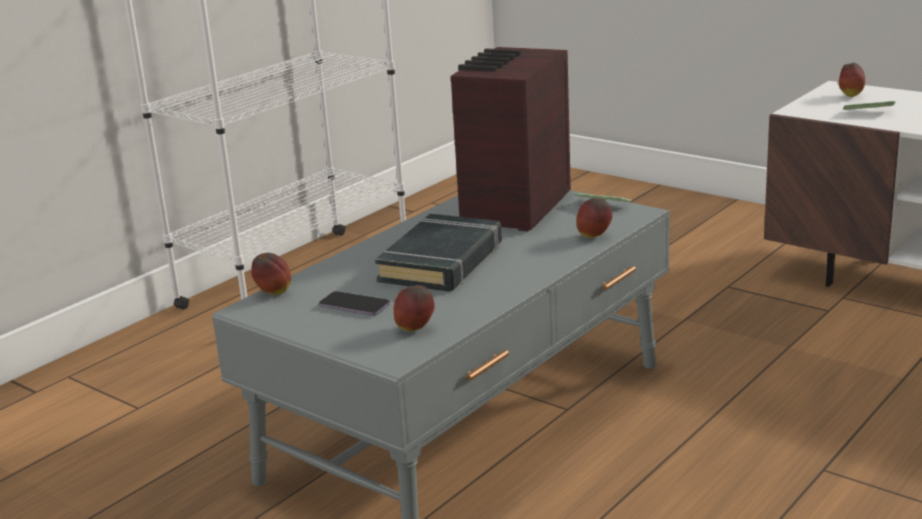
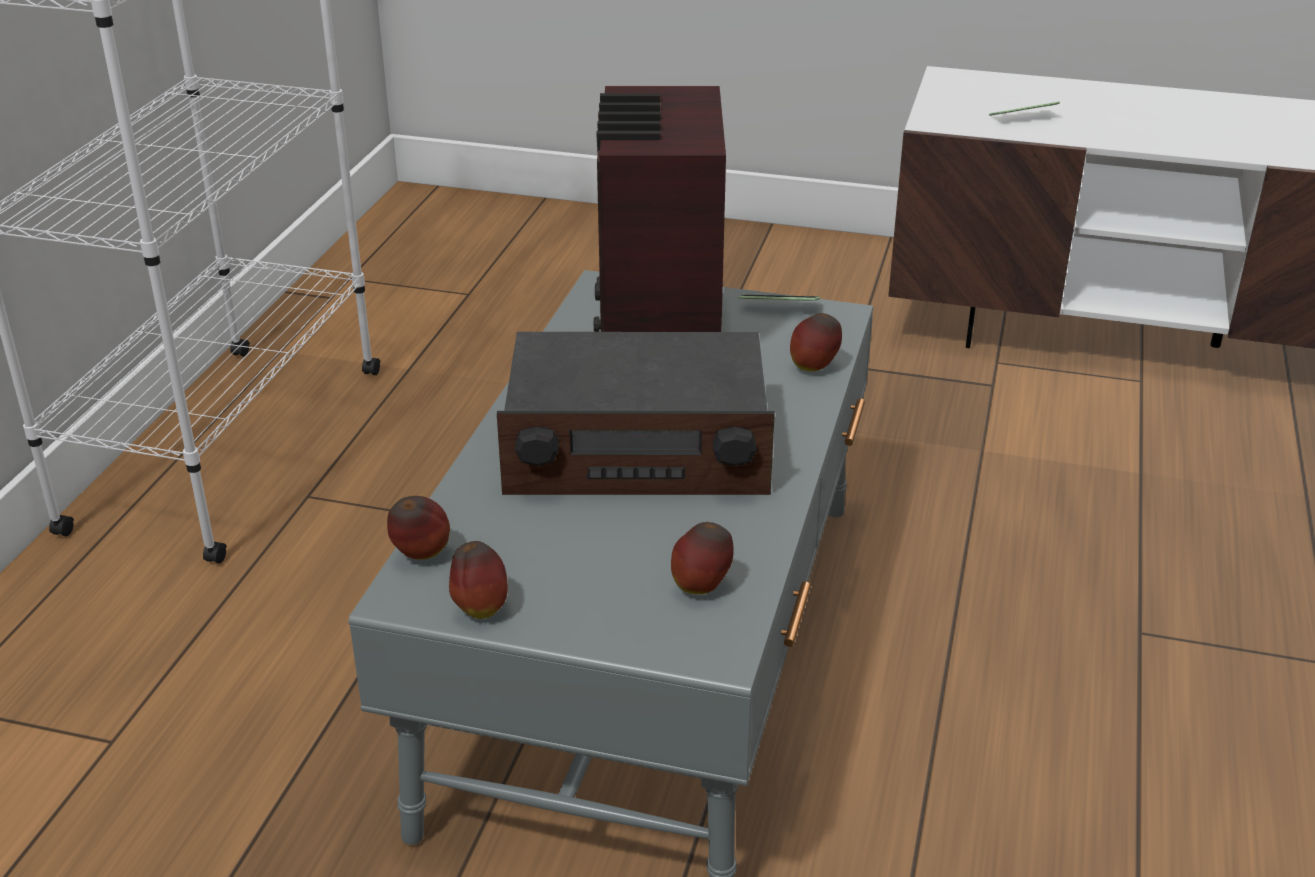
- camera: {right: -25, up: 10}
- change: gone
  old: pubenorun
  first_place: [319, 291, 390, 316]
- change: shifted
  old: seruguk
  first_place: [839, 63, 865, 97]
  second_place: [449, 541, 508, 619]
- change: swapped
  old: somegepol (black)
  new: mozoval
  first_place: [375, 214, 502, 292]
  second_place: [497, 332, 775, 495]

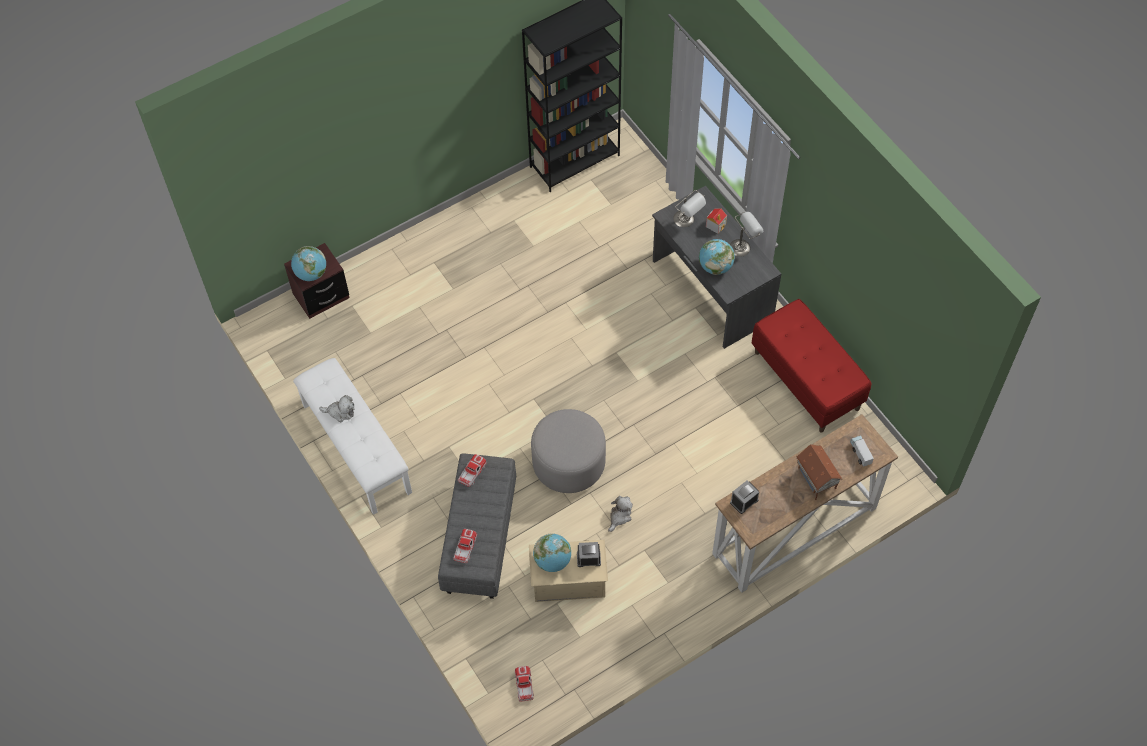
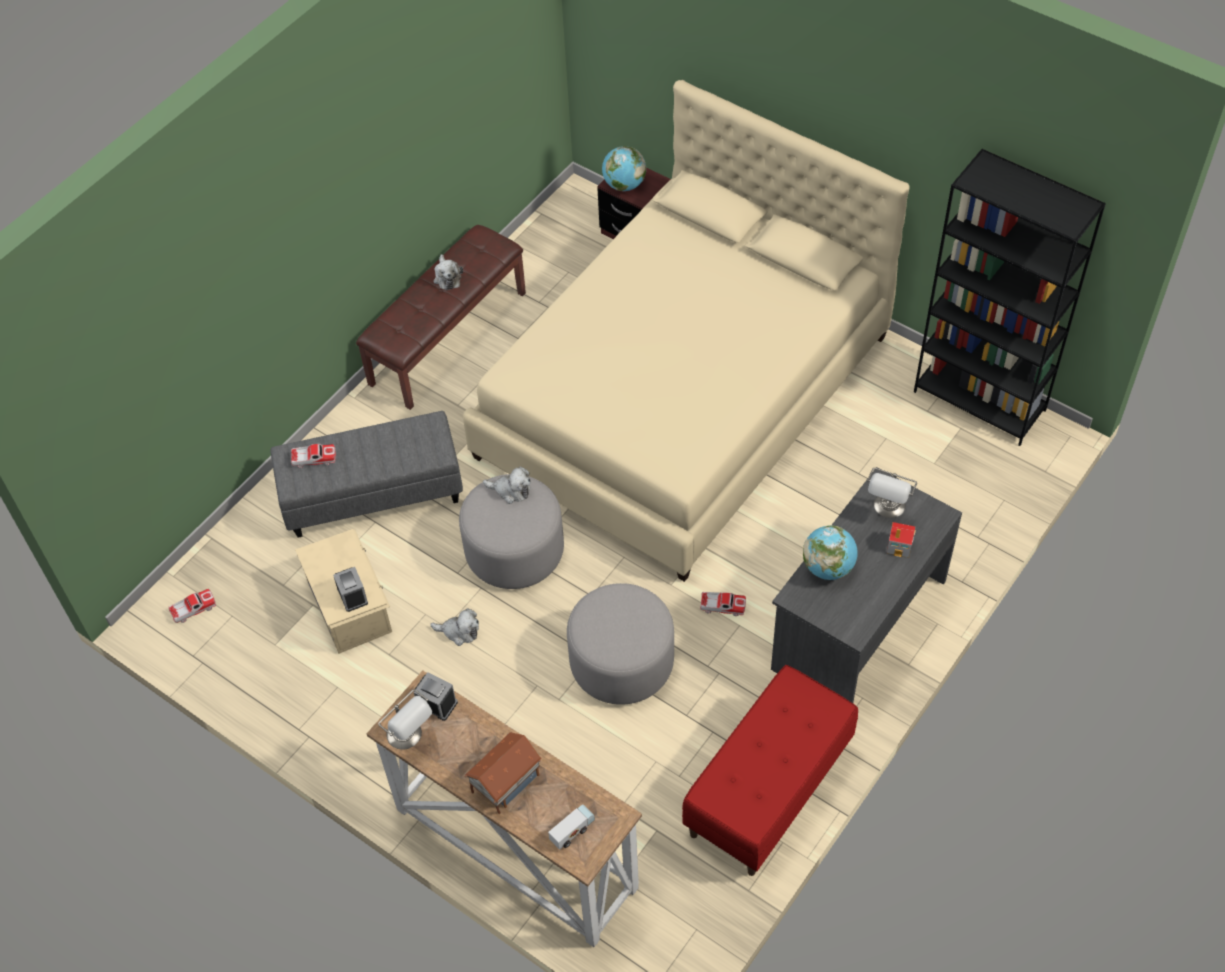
- camera: {right: 70, up: -5}
- change: gone
  old: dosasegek
  first_place: [533, 534, 571, 572]
- change: new
  new: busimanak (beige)
  second_place: [463, 80, 910, 582]
- change: new
  new: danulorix
  second_place: [483, 466, 531, 504]
- change: new
  new: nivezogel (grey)
  second_place: [567, 583, 674, 705]
- change: shifted
  old: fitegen
  first_place: [458, 454, 487, 487]
  second_place: [700, 592, 746, 616]
- change: shifted
  old: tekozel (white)
  first_place: [730, 212, 763, 257]
  second_place: [378, 689, 432, 750]
- change: repainted
  old: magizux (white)
  new: magizux (brown)
  first_place: [293, 358, 412, 515]
  second_place: [356, 225, 526, 410]

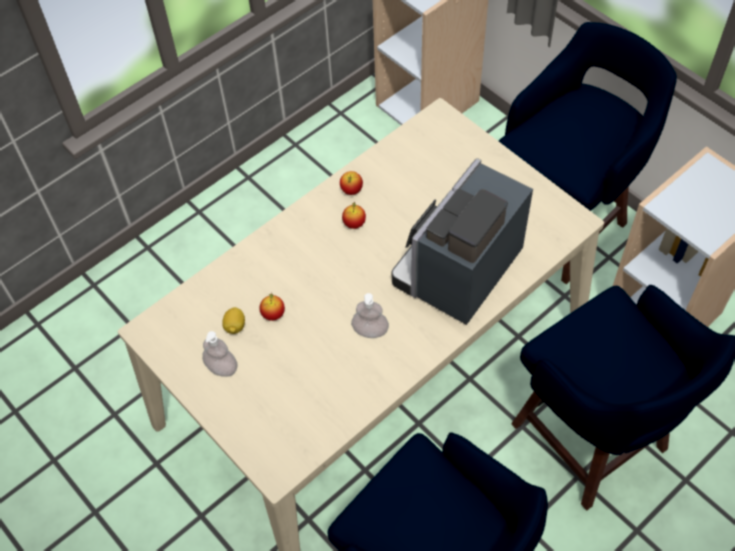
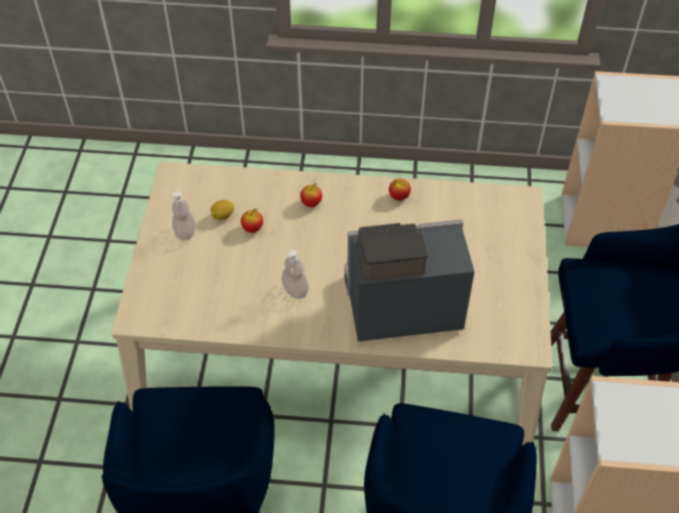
- camera: {right: 45, up: -5}
- change: shifted
  old: seruguk
  first_place: [342, 202, 366, 229]
  second_place: [300, 183, 322, 207]

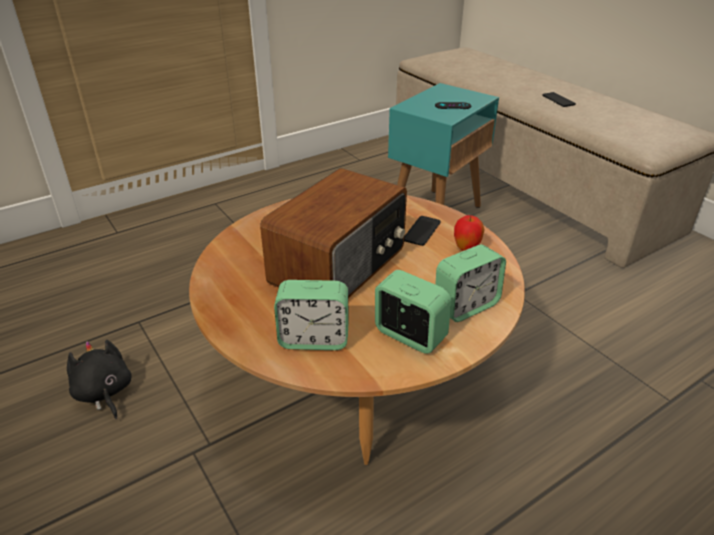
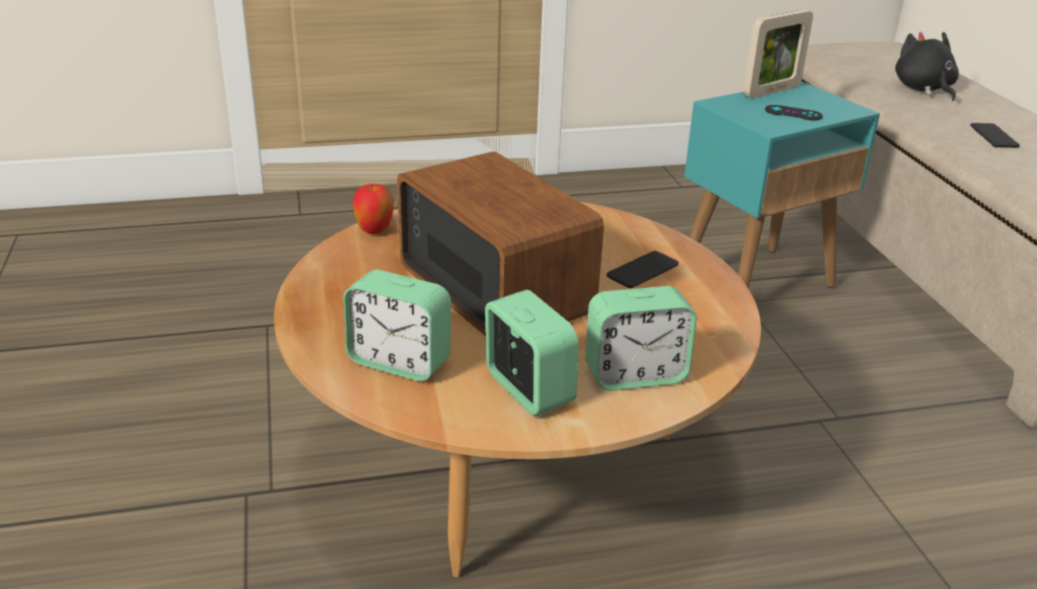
- camera: {right: 20, up: -5}
- change: new
  new: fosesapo
  second_place: [743, 9, 813, 99]
- change: shifted
  old: danulorix (black)
  first_place: [67, 340, 132, 419]
  second_place: [895, 32, 959, 101]
- change: shifted
  old: seruguk
  first_place: [454, 215, 485, 251]
  second_place: [353, 183, 393, 234]
- change: rotated
  old: mozoval
  first_place: [260, 168, 407, 298]
  second_place: [397, 152, 604, 336]
  degrees: -90

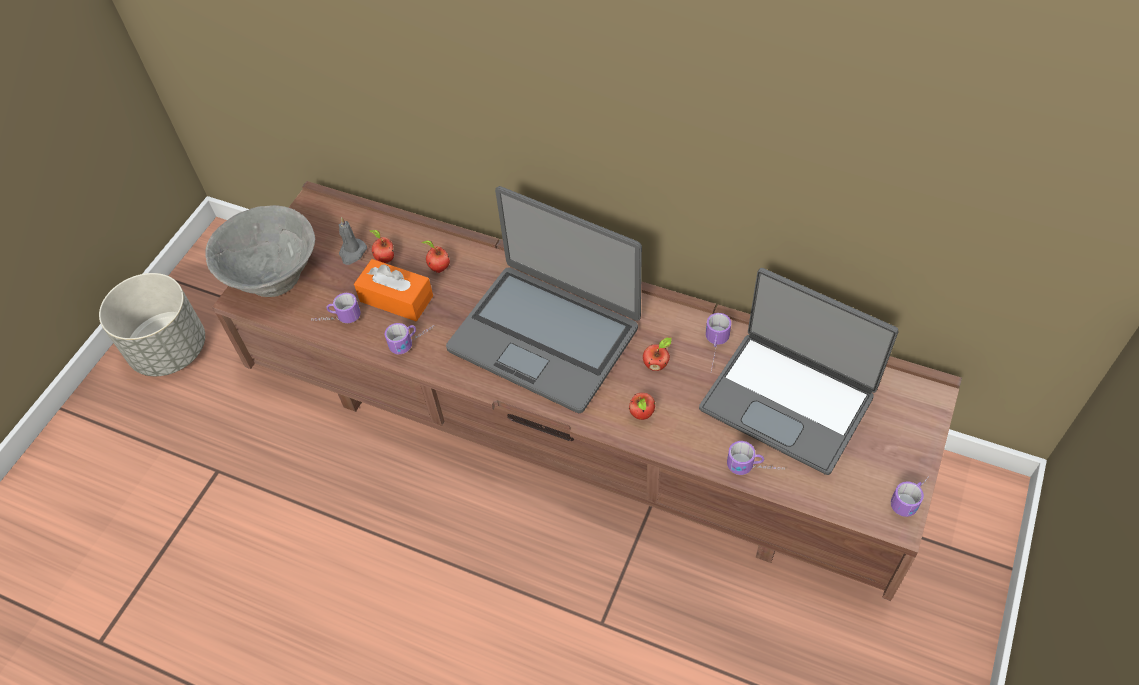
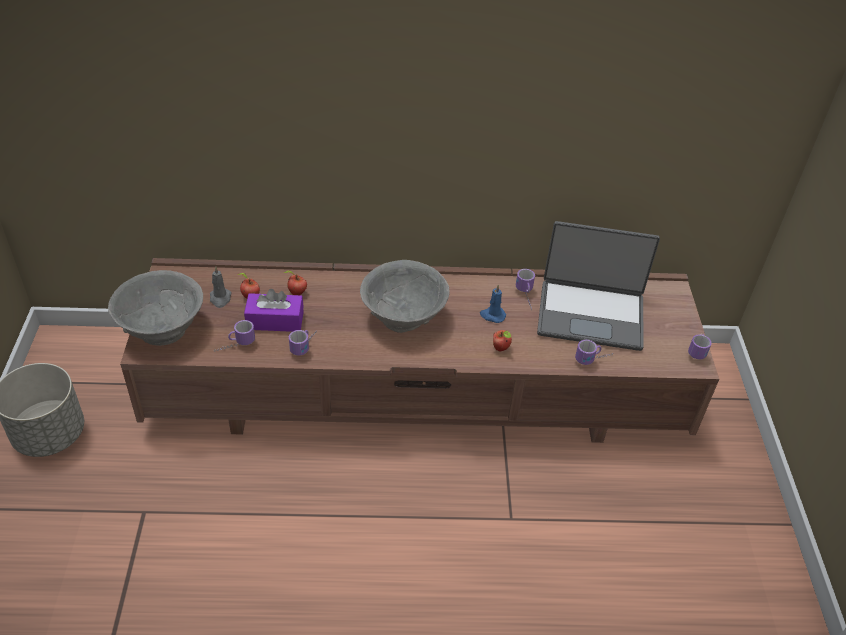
- camera: {right: -30, up: -10}
- change: swapped
  old: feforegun
  new: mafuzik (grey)
  first_place: [446, 186, 642, 413]
  second_place: [360, 260, 450, 333]
- change: swapped
  old: seruguk
  new: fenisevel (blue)
  first_place: [643, 337, 671, 371]
  second_place: [480, 285, 506, 323]
- change: repainted
  old: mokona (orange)
  new: mokona (purple)
  first_place: [354, 259, 433, 321]
  second_place: [244, 289, 304, 332]

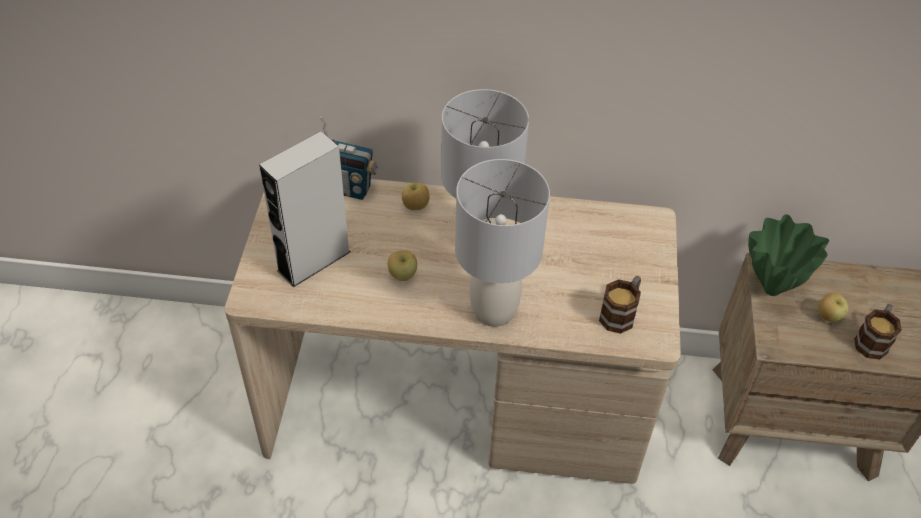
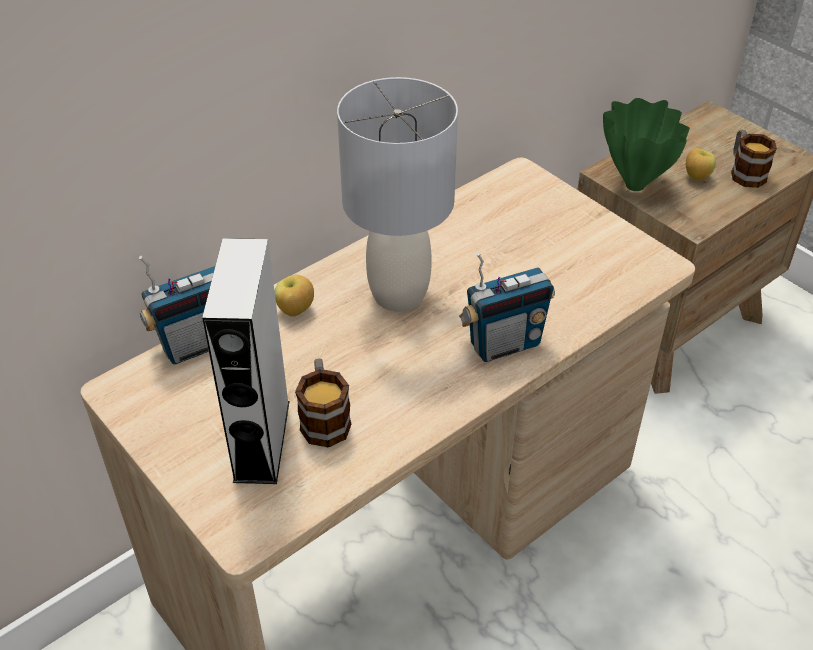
- camera: {right: -45, up: -5}
- change: gone
  old: seruguk
  first_place: [388, 251, 417, 281]
- change: shifted
  old: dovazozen
  first_place: [599, 276, 641, 334]
  second_place: [295, 358, 351, 447]
- change: swapped
  old: tekozel (grey)
  new: mozoval
  first_place: [455, 159, 550, 327]
  second_place: [459, 252, 555, 362]

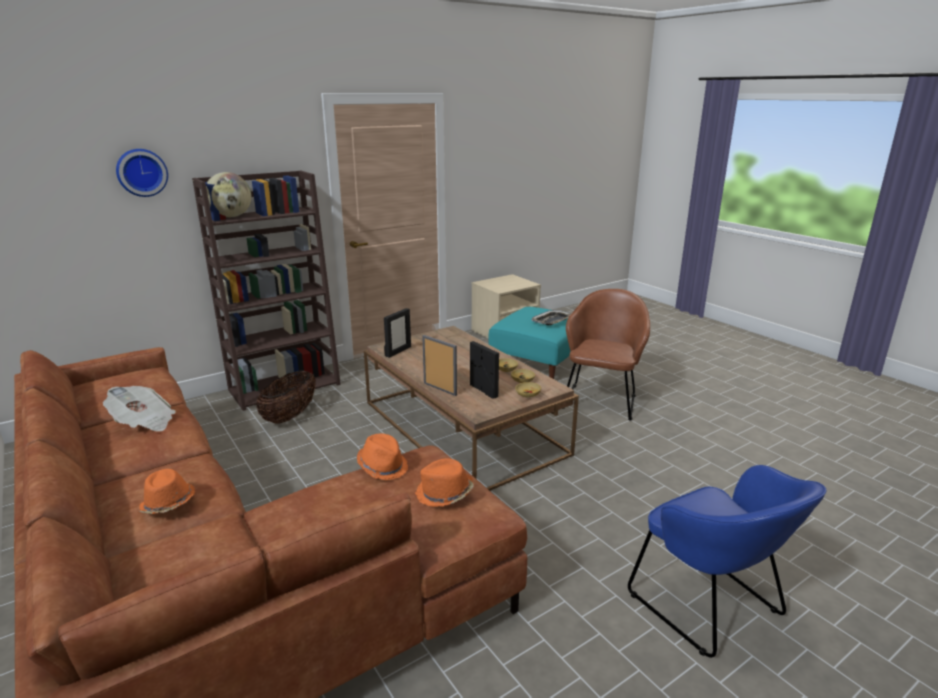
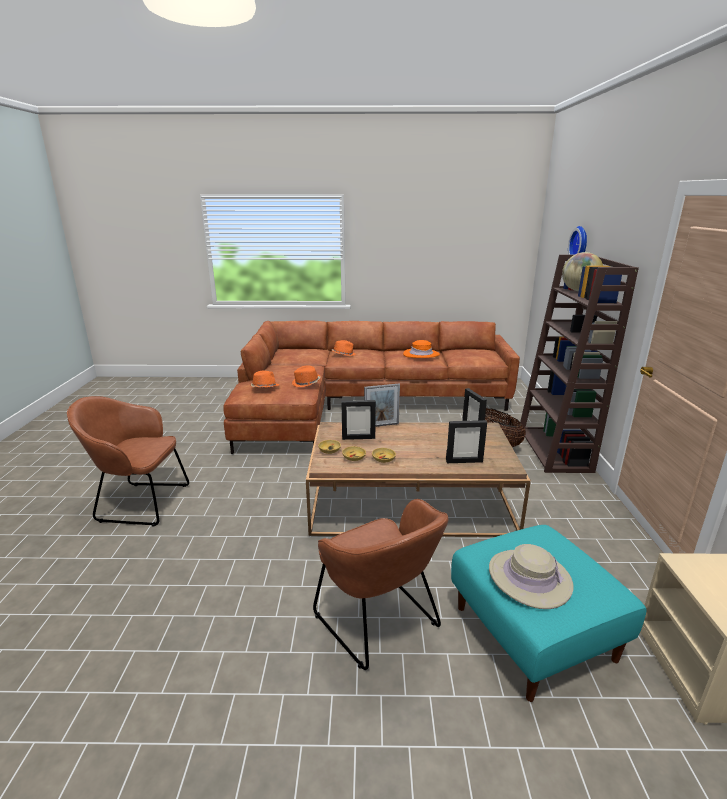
- camera: {right: 125, up: 0}
- change: new
  new: fosesapo
  second_place: [446, 420, 487, 463]
- change: swapped
  old: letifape
  new: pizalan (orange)
  first_place: [103, 386, 176, 432]
  second_place: [403, 340, 440, 358]
- change: swapped
  old: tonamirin
  new: pizalan (beige)
  first_place: [531, 310, 571, 325]
  second_place: [489, 544, 574, 609]
- change: repainted
  old: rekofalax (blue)
  new: rekofalax (brown)
  first_place: [628, 465, 827, 658]
  second_place: [67, 396, 189, 527]

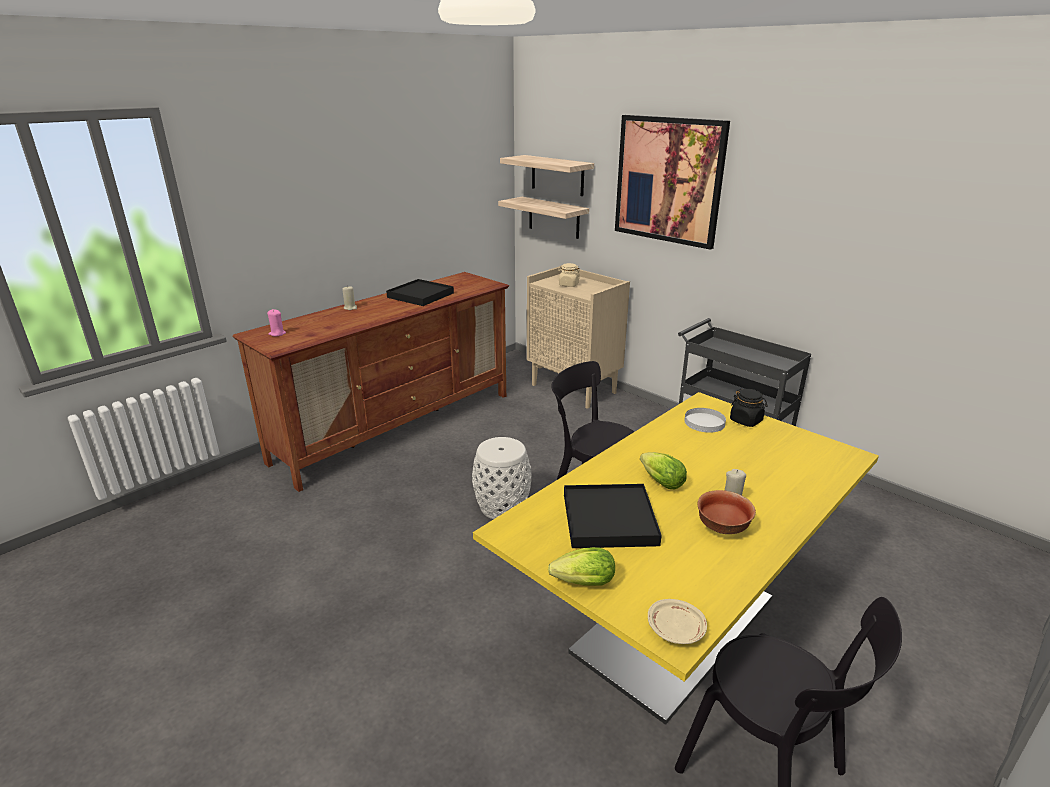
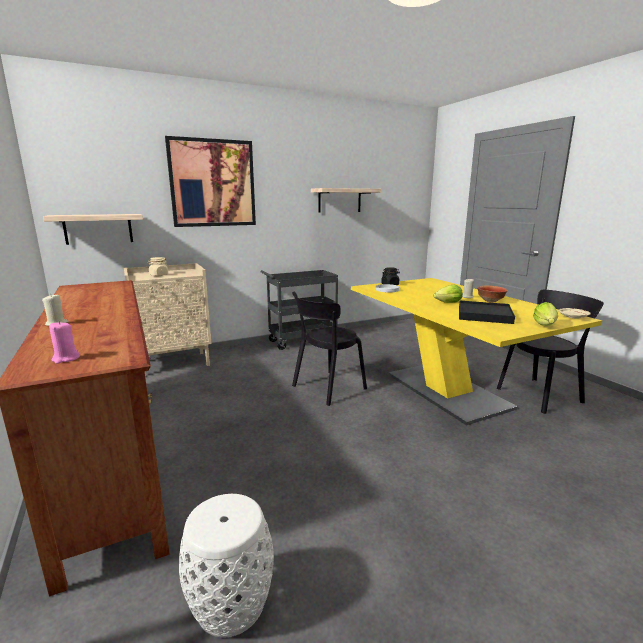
- camera: {right: -70, up: -10}
- change: gone
  old: tonamirin (black)
  first_place: [386, 279, 454, 306]
- change: shifted
  old: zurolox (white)
  first_place: [472, 437, 531, 519]
  second_place: [179, 494, 274, 638]
- change: shifted
  old: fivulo
  first_place: [500, 155, 594, 196]
  second_place: [311, 188, 381, 213]

